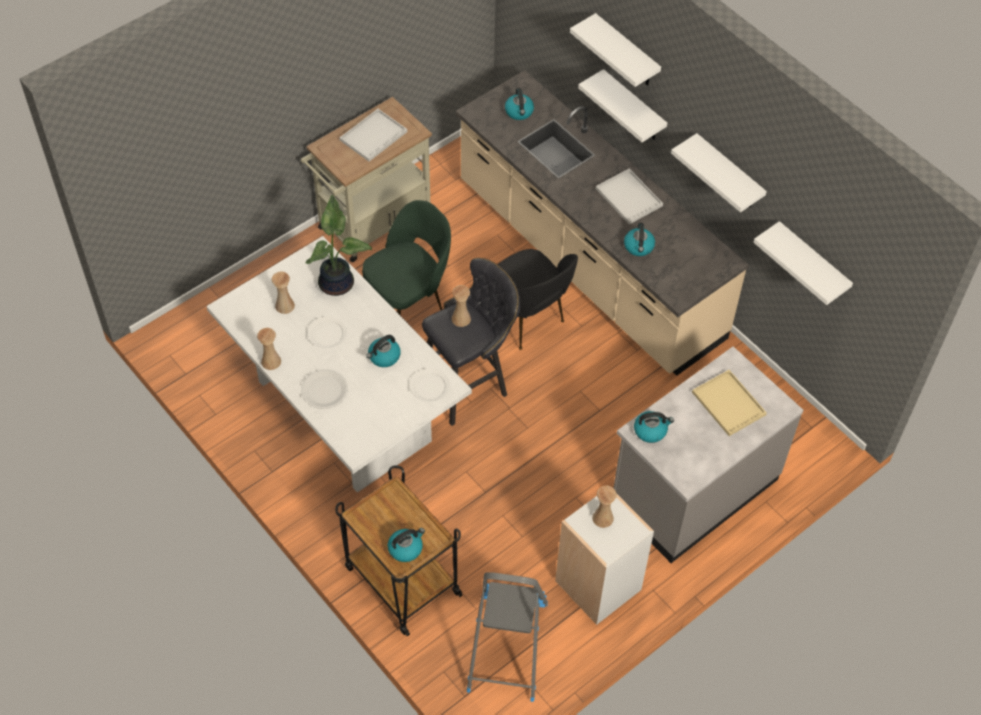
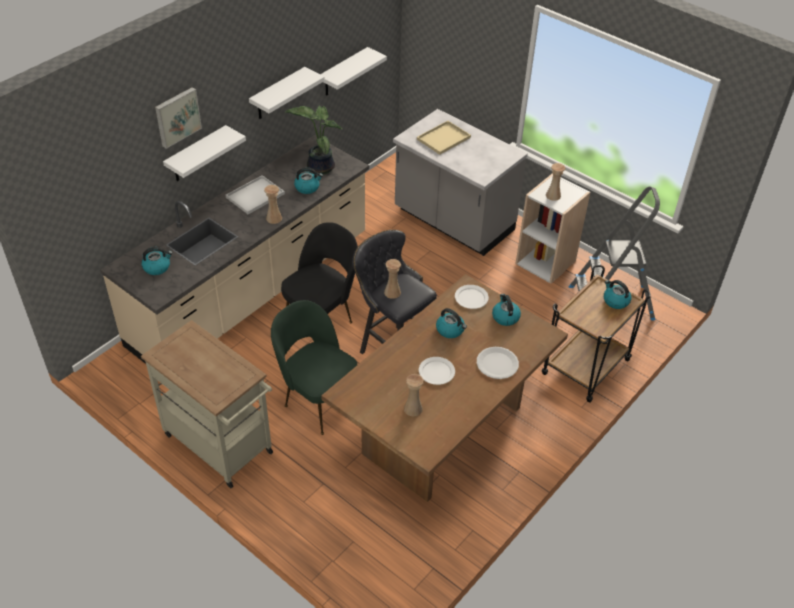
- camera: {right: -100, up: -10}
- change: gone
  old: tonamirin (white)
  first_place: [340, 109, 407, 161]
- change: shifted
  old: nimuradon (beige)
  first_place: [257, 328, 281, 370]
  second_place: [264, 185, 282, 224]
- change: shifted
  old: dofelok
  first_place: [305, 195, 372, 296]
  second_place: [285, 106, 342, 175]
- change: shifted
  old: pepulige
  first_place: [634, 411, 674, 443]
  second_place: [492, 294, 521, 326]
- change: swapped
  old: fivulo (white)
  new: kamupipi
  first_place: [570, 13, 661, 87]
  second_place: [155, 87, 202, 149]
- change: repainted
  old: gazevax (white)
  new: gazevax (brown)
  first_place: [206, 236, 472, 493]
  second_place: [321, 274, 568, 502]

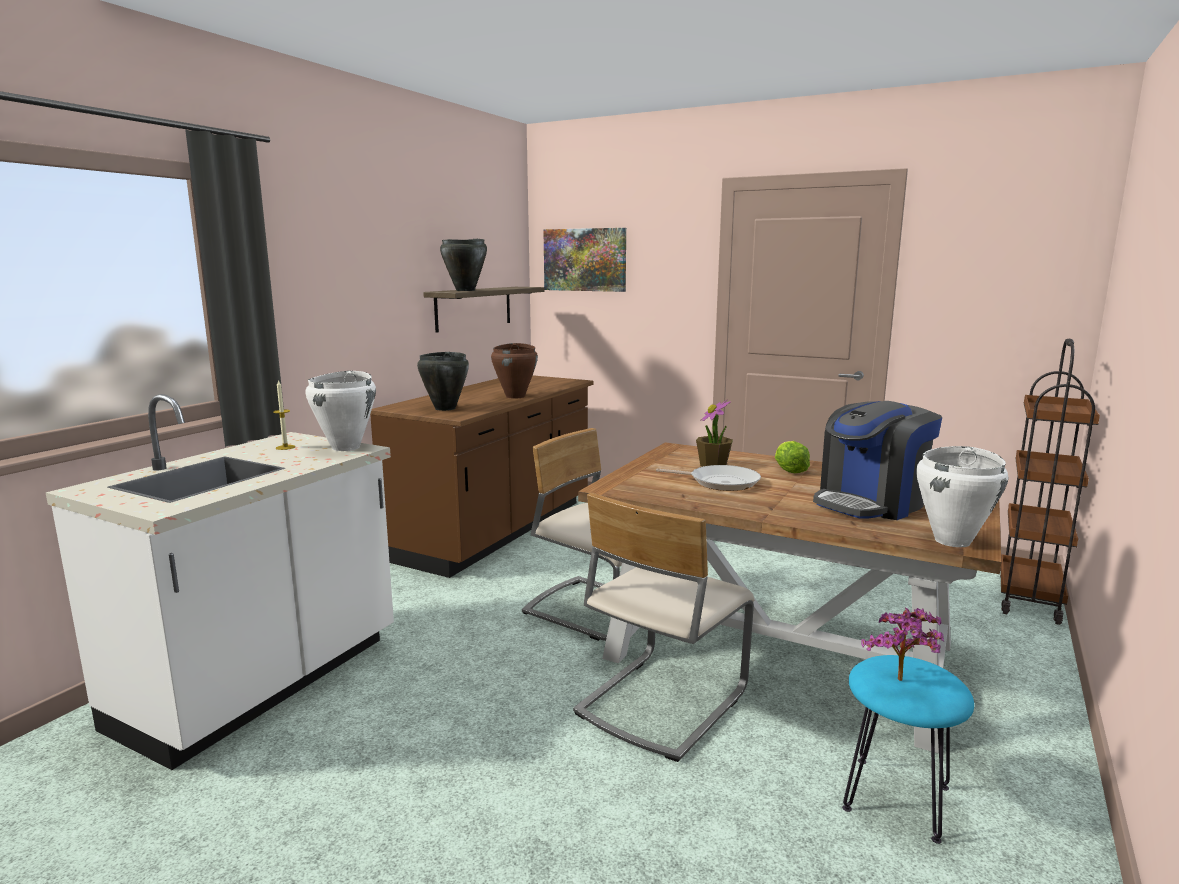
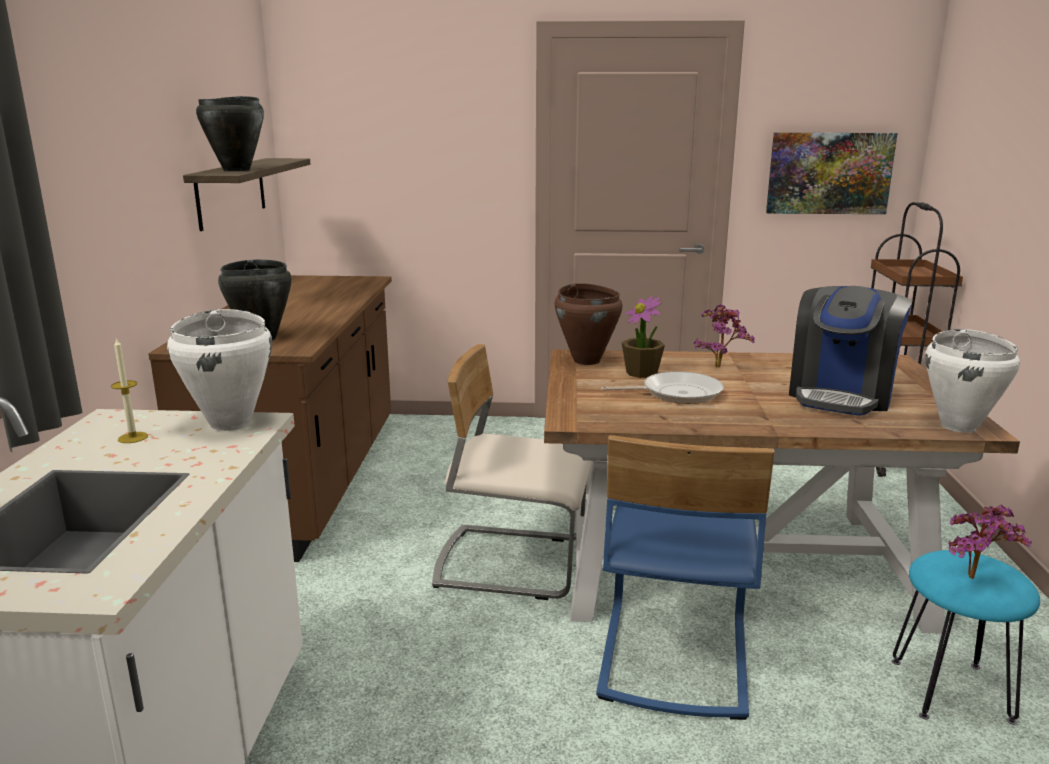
- camera: {right: -25, up: 5}
- change: shifted
  old: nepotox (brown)
  first_place: [491, 343, 538, 399]
  second_place: [555, 283, 623, 365]
- change: shifted
  old: kamupipi
  first_place: [543, 228, 626, 292]
  second_place: [766, 133, 897, 214]
- change: swapped
  old: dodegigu
  new: dofelok
  first_place: [775, 441, 810, 473]
  second_place: [694, 304, 755, 368]
- change: repainted
  old: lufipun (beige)
  new: lufipun (blue)
  first_place: [573, 493, 755, 762]
  second_place: [596, 435, 775, 720]

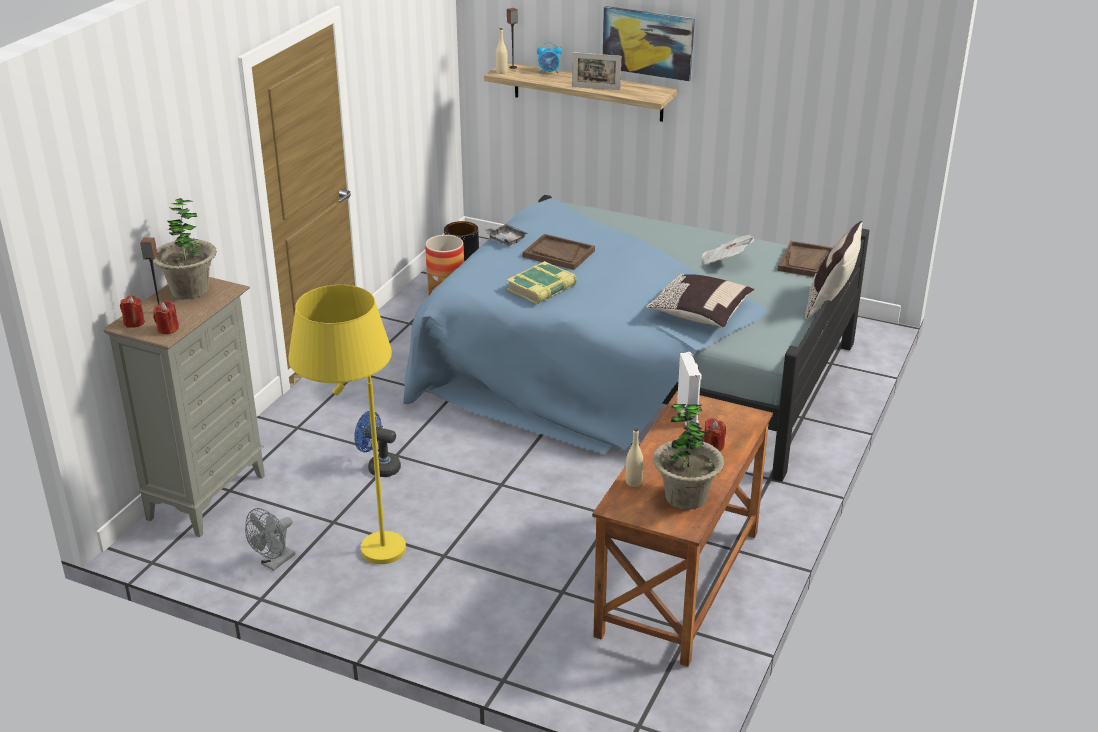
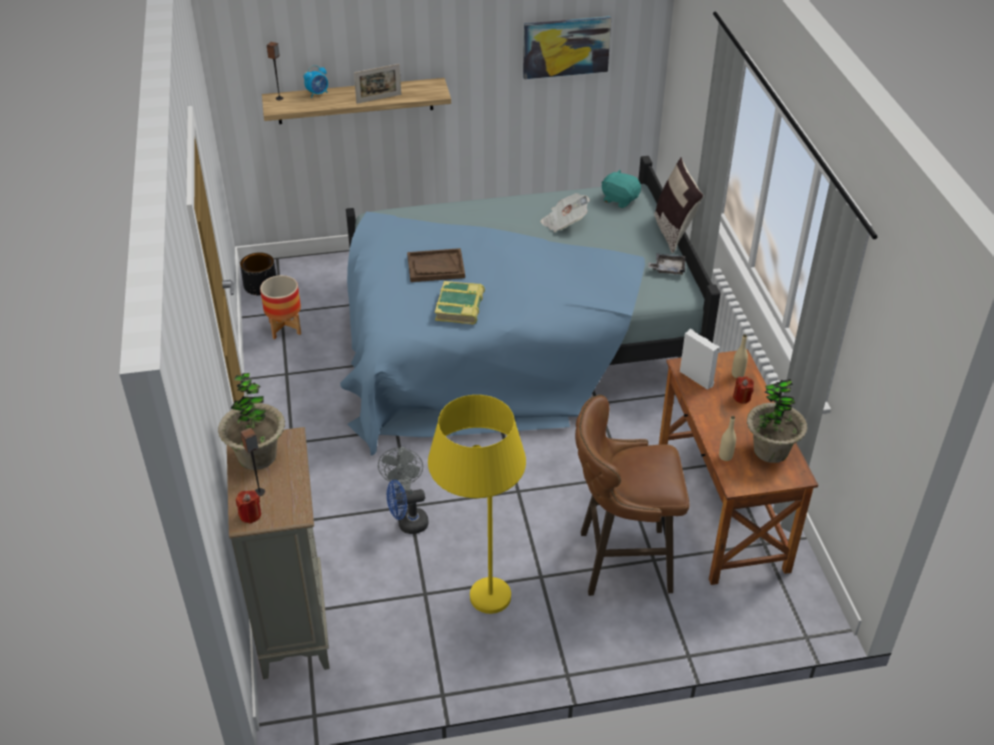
- camera: {right: -35, up: 10}
- change: gone
  old: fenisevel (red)
  first_place: [153, 300, 179, 334]
- change: gone
  old: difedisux
  first_place: [646, 274, 755, 327]
- change: new
  new: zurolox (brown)
  second_place: [575, 395, 689, 596]
- change: shifted
  old: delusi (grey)
  first_place: [245, 508, 295, 571]
  second_place: [378, 447, 423, 492]
- change: shifted
  old: tonamirin (grey)
  first_place: [483, 224, 528, 246]
  second_place: [648, 253, 685, 275]
- change: shifted
  old: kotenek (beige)
  first_place: [496, 28, 508, 74]
  second_place: [732, 334, 748, 378]
- change: shifted
  old: kamupipi
  first_place: [603, 6, 695, 82]
  second_place: [523, 16, 611, 79]
- change: swapped
  old: tonamirin (brown)
  new: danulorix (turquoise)
  first_place: [778, 241, 833, 277]
  second_place: [601, 170, 641, 208]

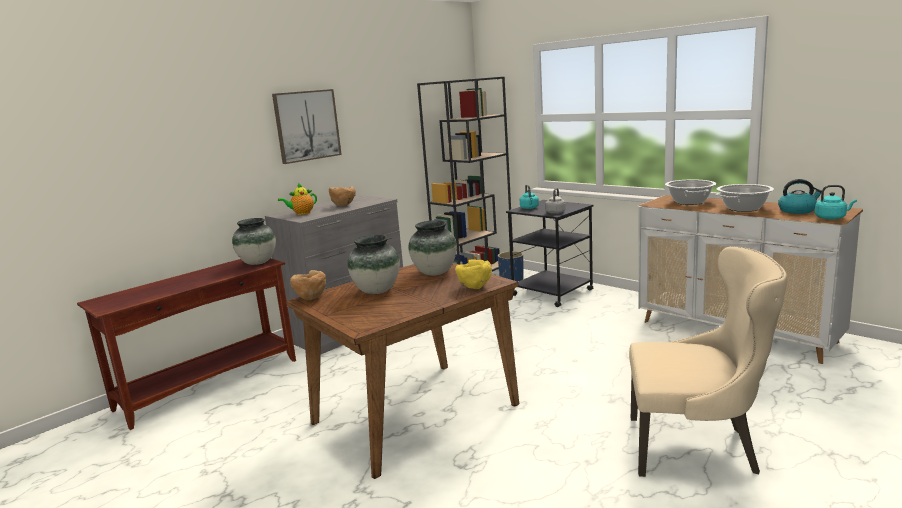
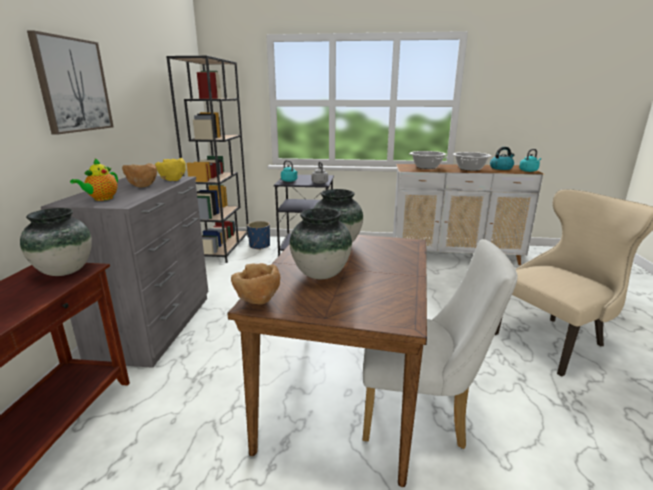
- camera: {right: -40, up: 5}
- change: new
  new: lufipun (white)
  second_place: [363, 239, 518, 449]
- change: shifted
  old: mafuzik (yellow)
  first_place: [455, 260, 492, 289]
  second_place: [155, 158, 186, 181]

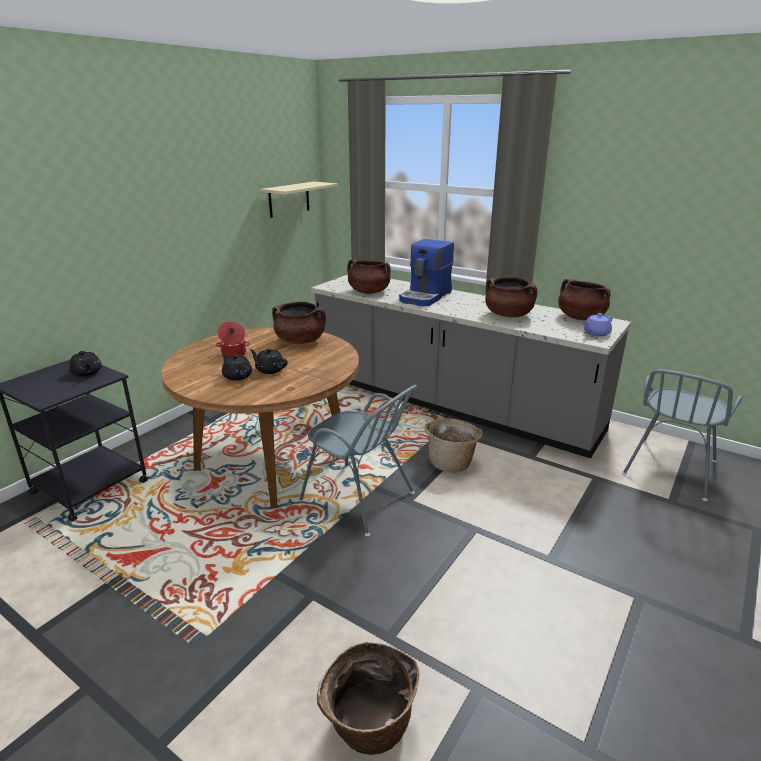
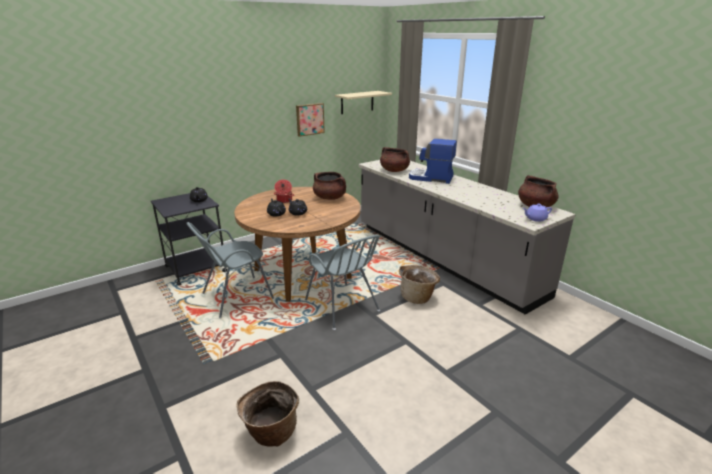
- camera: {right: 20, up: 0}
- change: gone
  old: nepotox (brown)
  first_place: [485, 277, 537, 317]
- change: new
  new: kamupipi
  second_place: [296, 103, 325, 137]
- change: shifted
  old: lufipun (grey)
  first_place: [622, 369, 742, 501]
  second_place: [186, 222, 274, 318]
- change: rotated
  old: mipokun
  first_place: [399, 239, 454, 306]
  second_place: [409, 139, 457, 184]
  degrees: 60

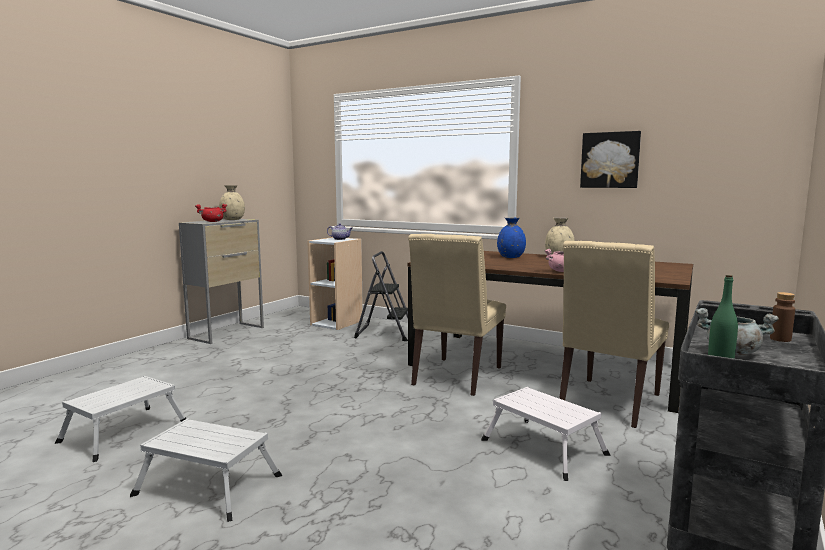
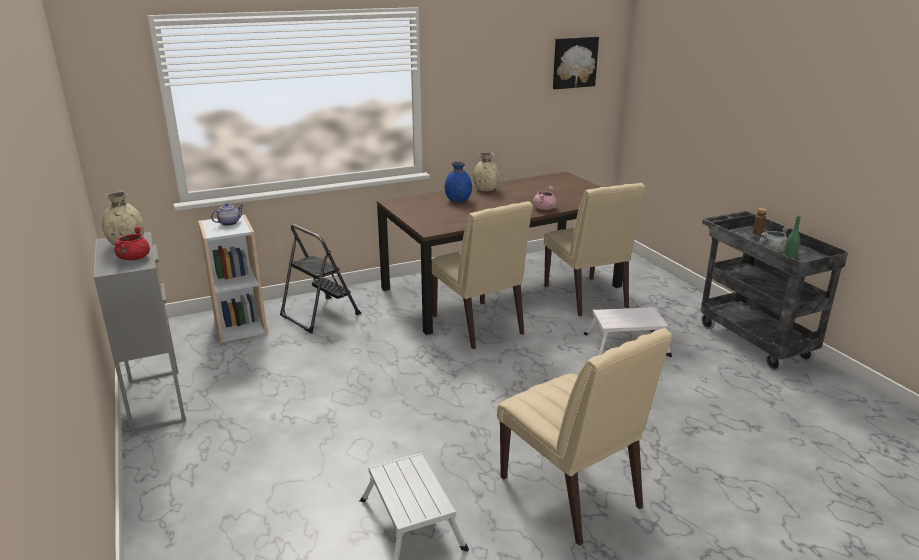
- camera: {right: -55, up: 15}
- change: shifted
  old: kamupipi
  first_place: [580, 131, 641, 188]
  second_place: [553, 37, 599, 89]
- change: swapped
  old: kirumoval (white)
  new: lufipun (beige)
  first_place: [130, 418, 283, 522]
  second_place: [497, 328, 672, 546]

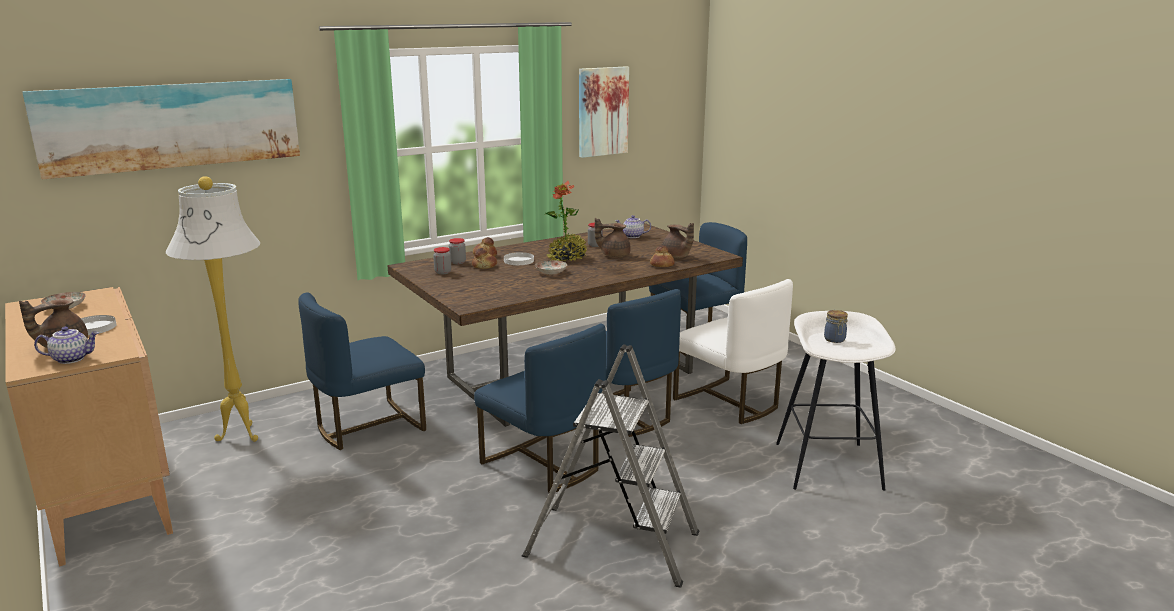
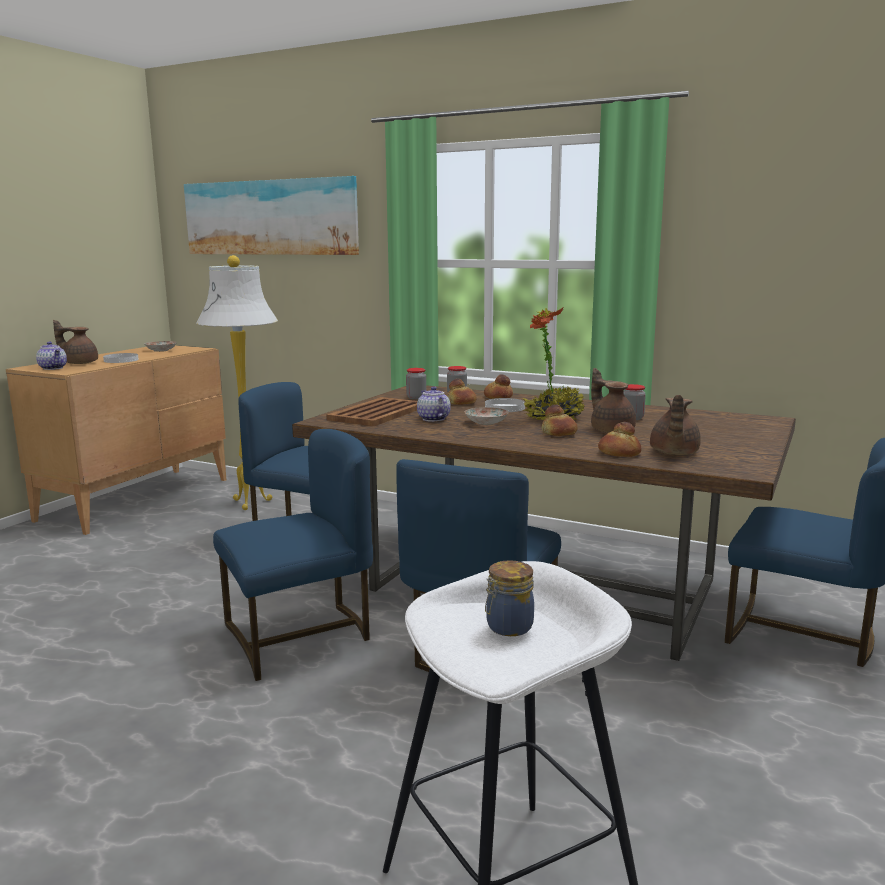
- camera: {right: 60, up: -5}
- change: gone
  old: kirumoval (grey)
  first_place: [522, 344, 699, 588]
- change: gone
  old: kamupipi
  first_place: [579, 66, 629, 158]
- change: gone
  old: lufipun (white)
  first_place: [673, 279, 793, 424]
- change: new
  new: tonamirin (brown)
  second_place: [327, 397, 418, 426]
- change: new
  new: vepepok
  second_place: [541, 405, 578, 436]
- change: shifted
  old: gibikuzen
  first_place: [615, 215, 651, 238]
  second_place: [417, 386, 451, 422]
- change: rotated
  old: lufipun (blue)
  first_place: [474, 323, 606, 493]
  second_place: [213, 429, 373, 681]
  degrees: -135

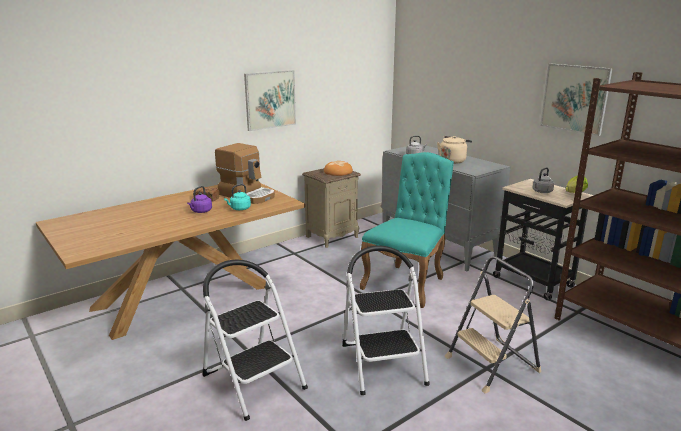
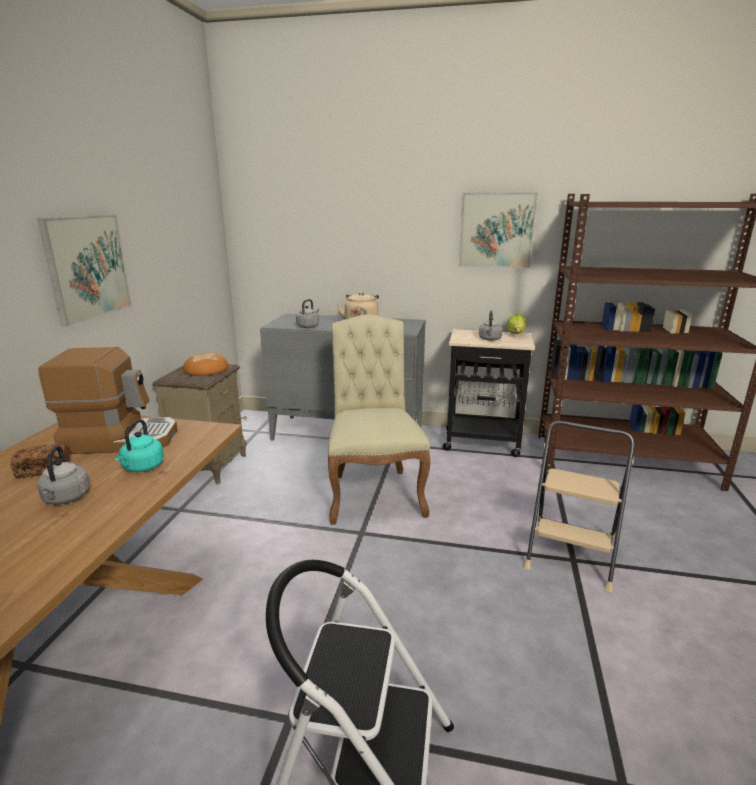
- camera: {right: -40, up: 0}
- change: gone
  old: kirumoval
  first_place: [342, 245, 430, 395]
- change: repainted
  old: pepulige (purple)
  new: pepulige (grey)
  first_place: [187, 186, 212, 213]
  second_place: [37, 445, 90, 505]
- change: repainted
  old: lufipun (turquoise)
  new: lufipun (beige)
  first_place: [360, 152, 454, 308]
  second_place: [328, 314, 430, 525]

